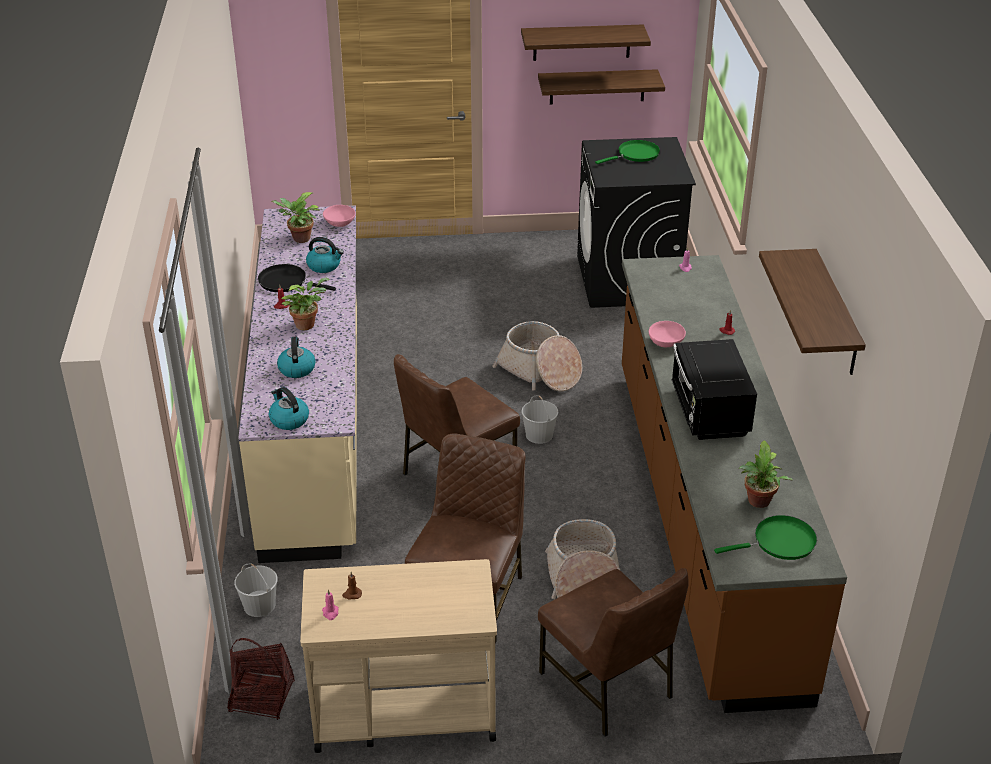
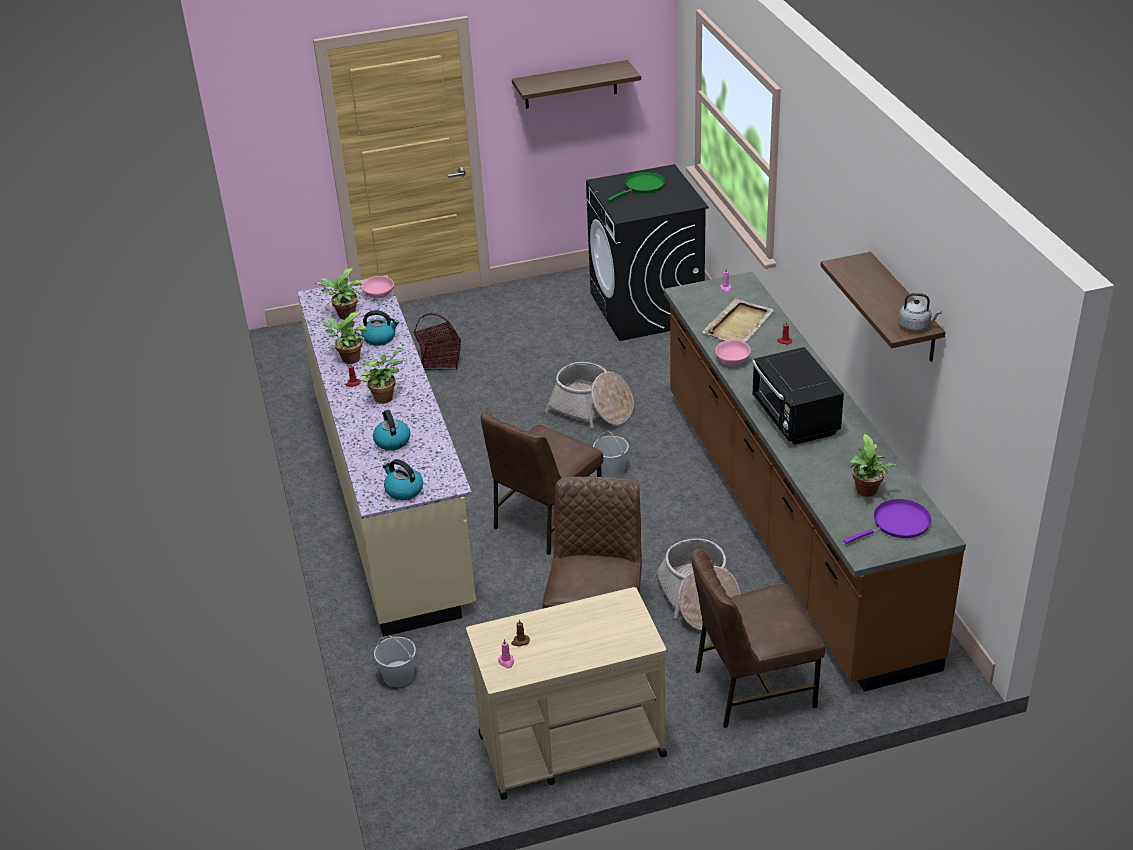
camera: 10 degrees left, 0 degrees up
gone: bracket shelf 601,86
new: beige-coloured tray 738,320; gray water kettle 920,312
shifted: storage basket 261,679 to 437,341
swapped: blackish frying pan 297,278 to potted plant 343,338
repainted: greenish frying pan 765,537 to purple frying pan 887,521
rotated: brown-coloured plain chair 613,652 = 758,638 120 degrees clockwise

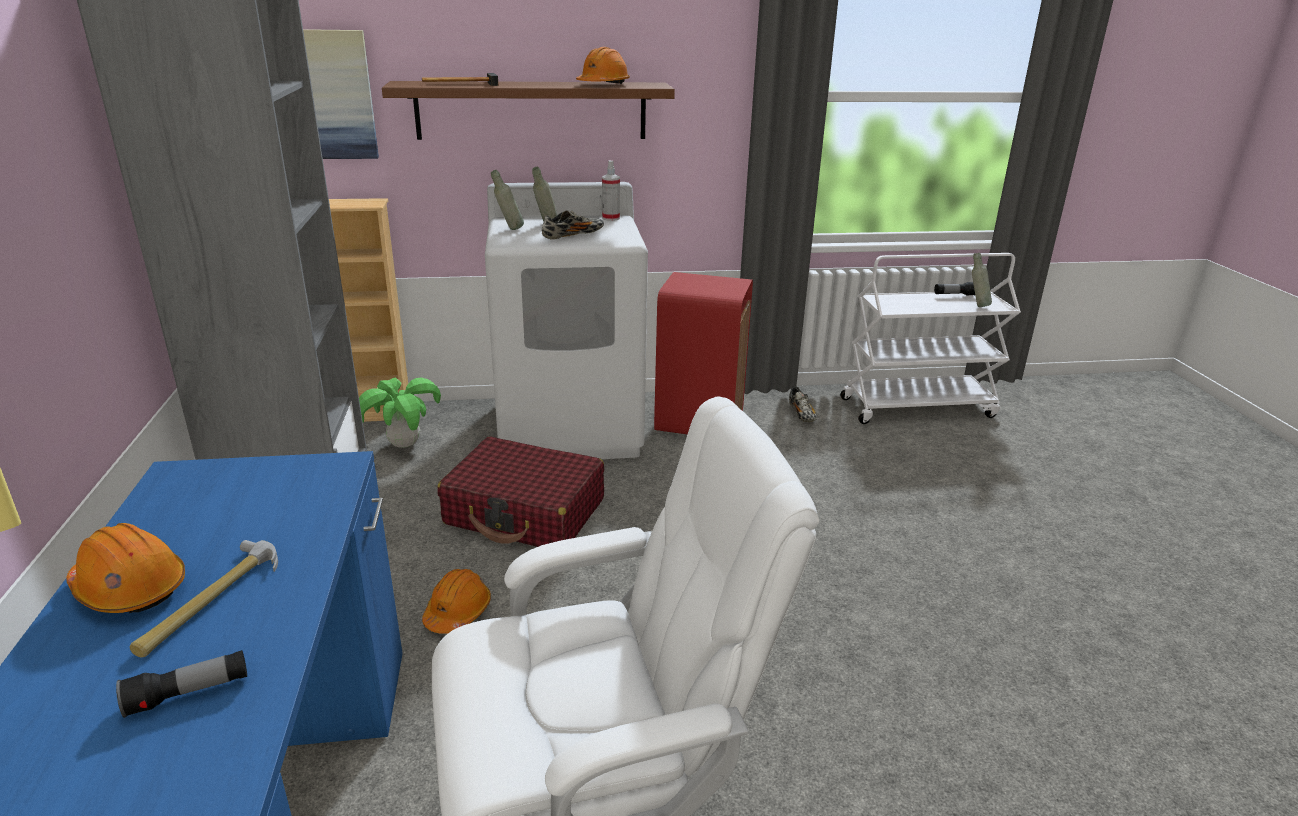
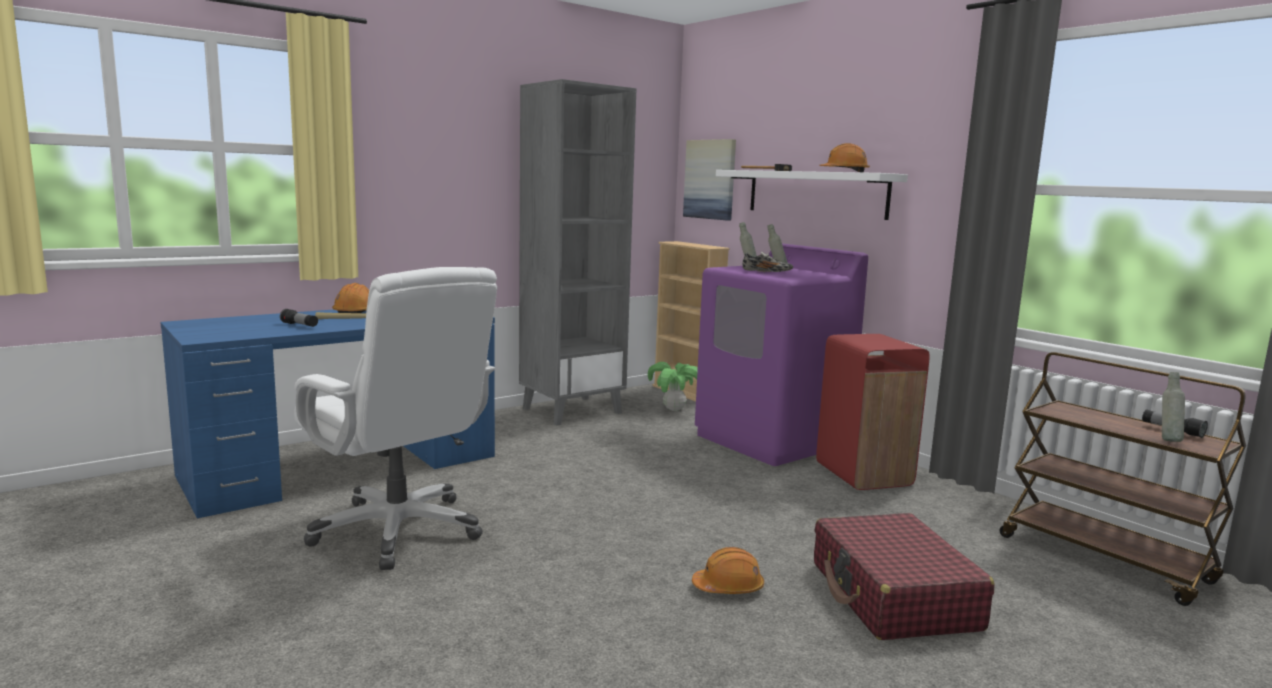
camera: 60 degrees right, 15 degrees down
gone: hand sprayer 611,191; shoe 803,404
shifted: orange-coloured hard hat 456,601 to 728,570; red travel case 520,492 to 904,576
repainted: brown-coloured bracket shelf 528,110 to white bracket shelf 812,195; white laundry appliance 566,320 to purple laundry appliance 781,354; white cart 930,338 to brown-coloured cart 1123,479

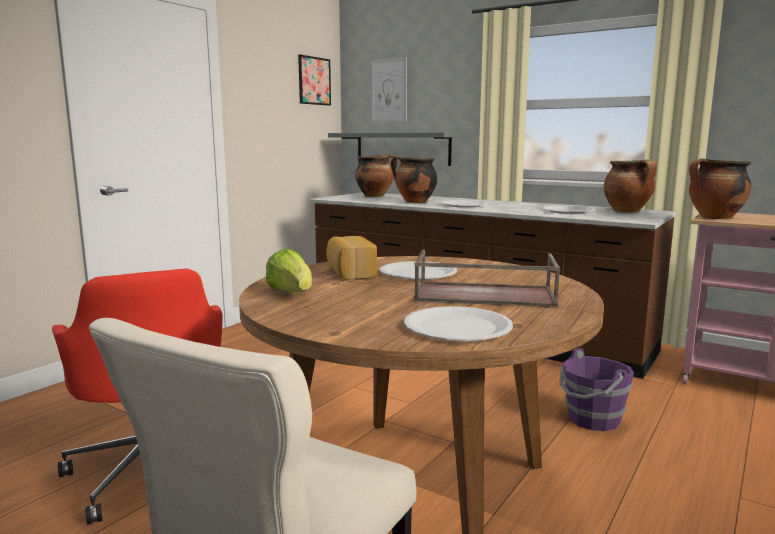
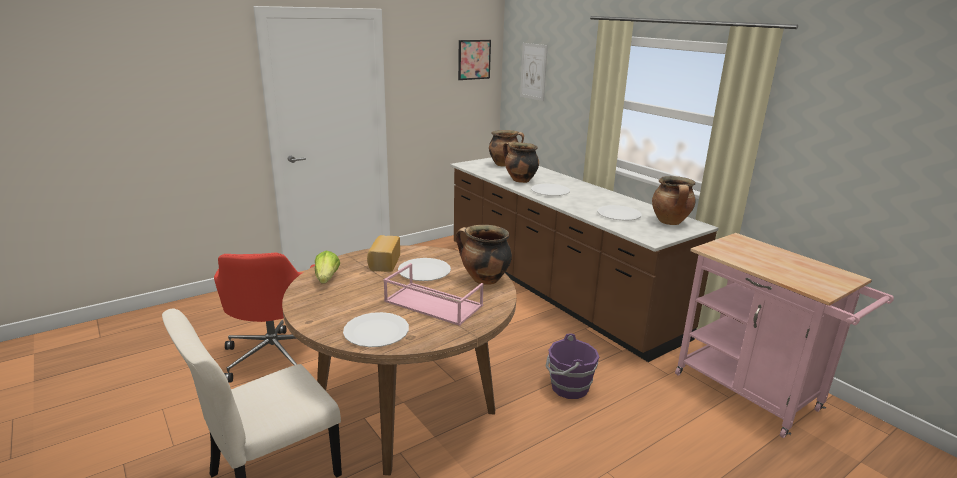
camera: 20 degrees right, 10 degrees up
gone: gray bracket shelf 395,149
shifted: stockpot 720,188 to 484,255
repainted: brown-coloured tray 487,278 to pinkish tray 433,294

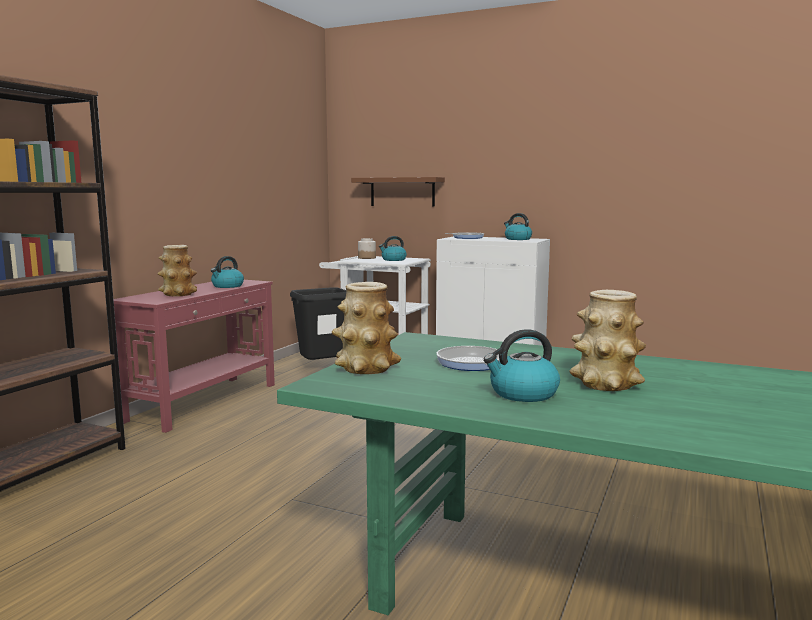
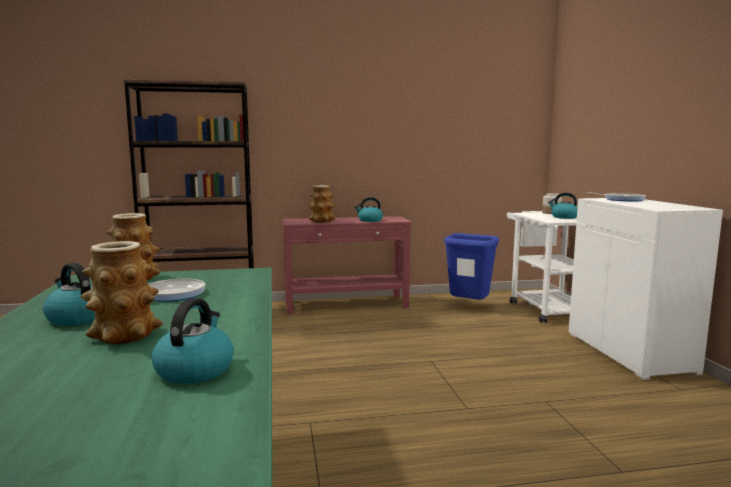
camera: 55 degrees right, 0 degrees up
gone: brown-coloured bracket shelf 398,191
shifted: water kettle 518,226 to 192,341
repainted: blackish waste bin 318,323 to blue waste bin 471,266

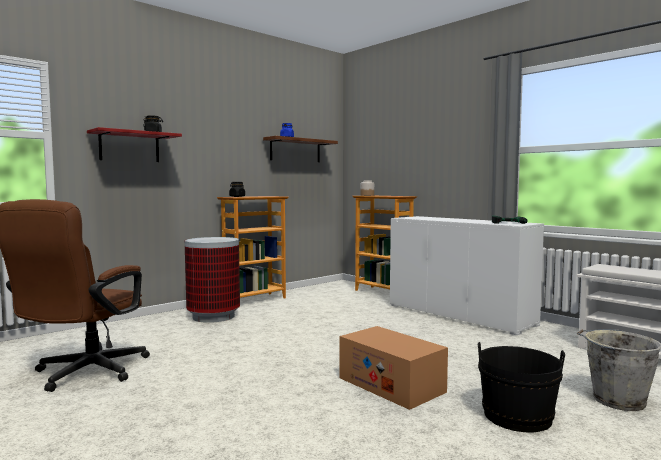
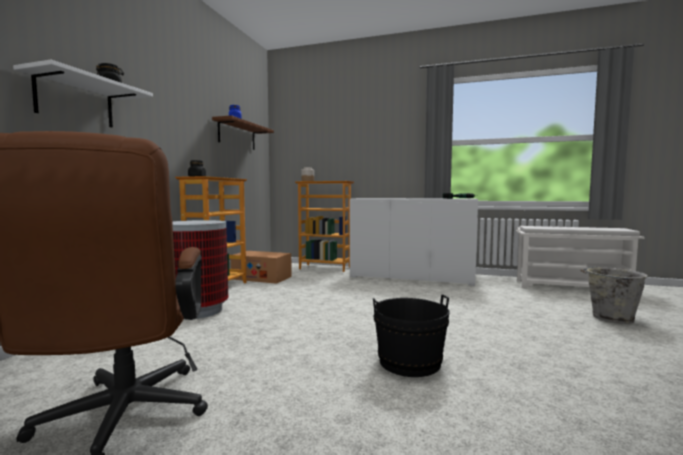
camera: 30 degrees left, 0 degrees up
shifted: carton 394,368 to 261,267; blackish bucket 521,387 to 411,335
repainted: red bracket shelf 134,144 to white bracket shelf 83,94

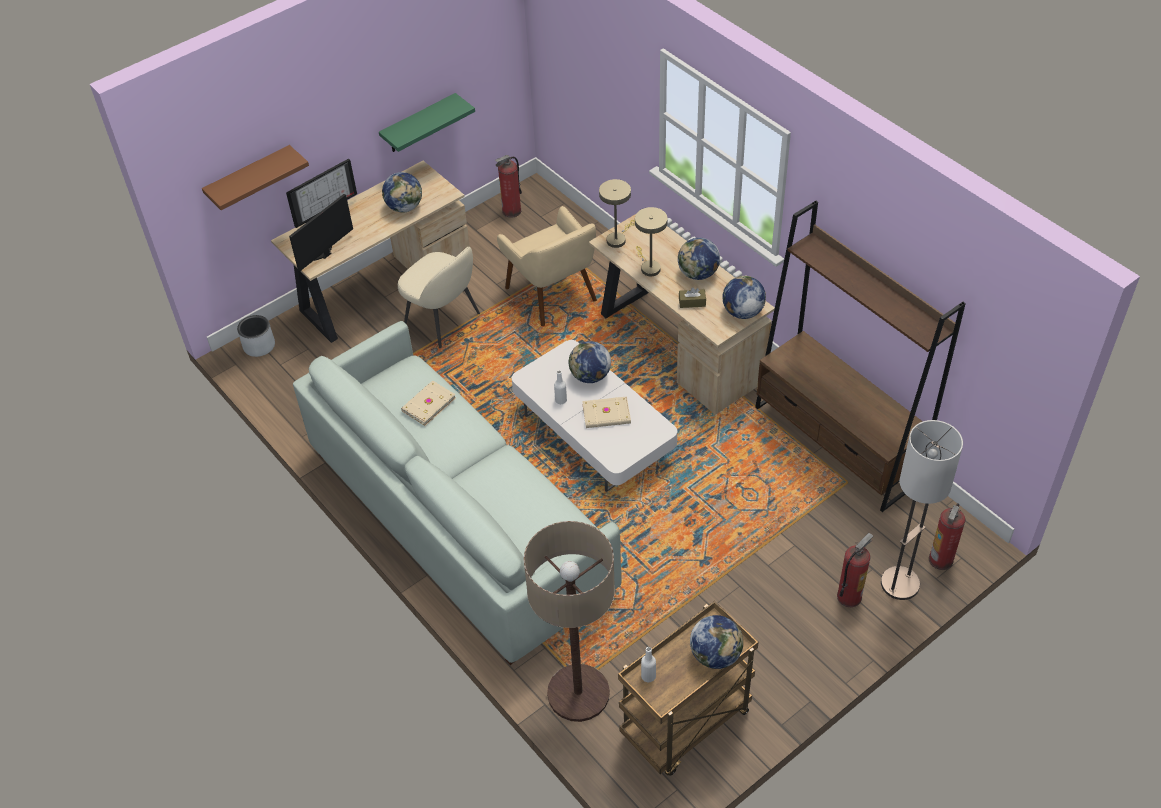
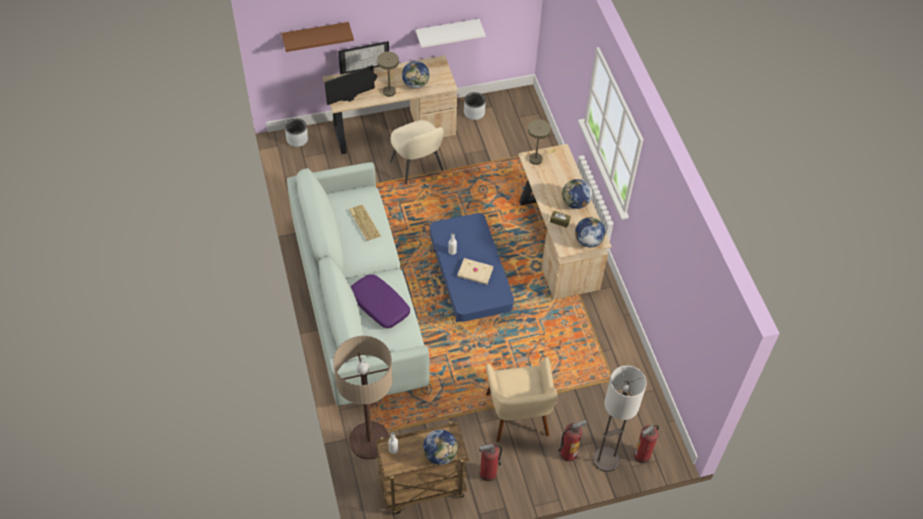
camera: 20 degrees right, 5 degrees up
gone: desk globe 589,362; brown-coloured bookshelf 860,356
new: purple throw pillow 380,301; gray flower pot 475,106
shifted: extinguisher 508,186 to 490,462; beige-coloured lounge chair 547,266 to 522,399; beige-coloured tabletop lamp 651,241 to 388,74
swapped: beige-coloured book 428,403 to computer keyboard 365,223
repainted: greenish bracket shelf 427,122 to white bracket shelf 451,33; white low table 594,416 to blue low table 472,267

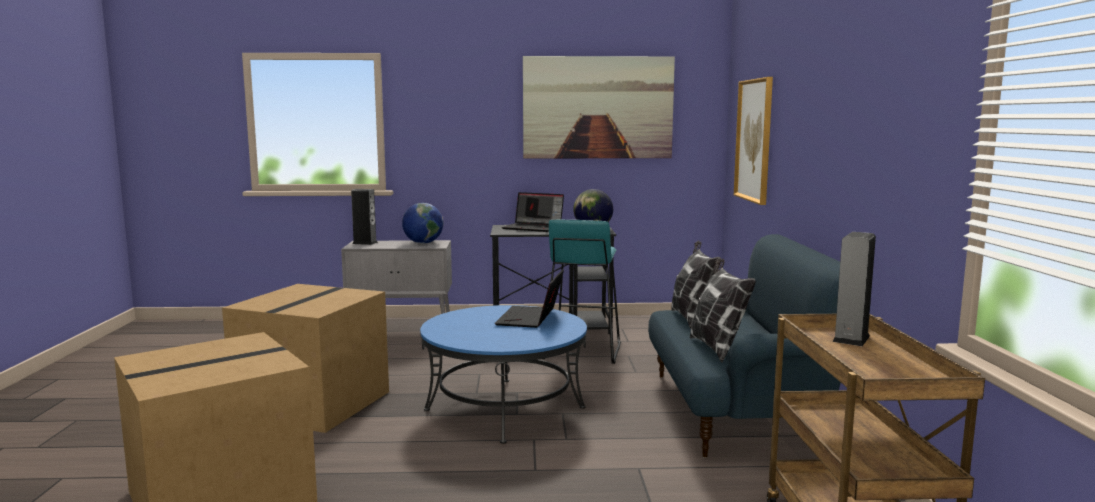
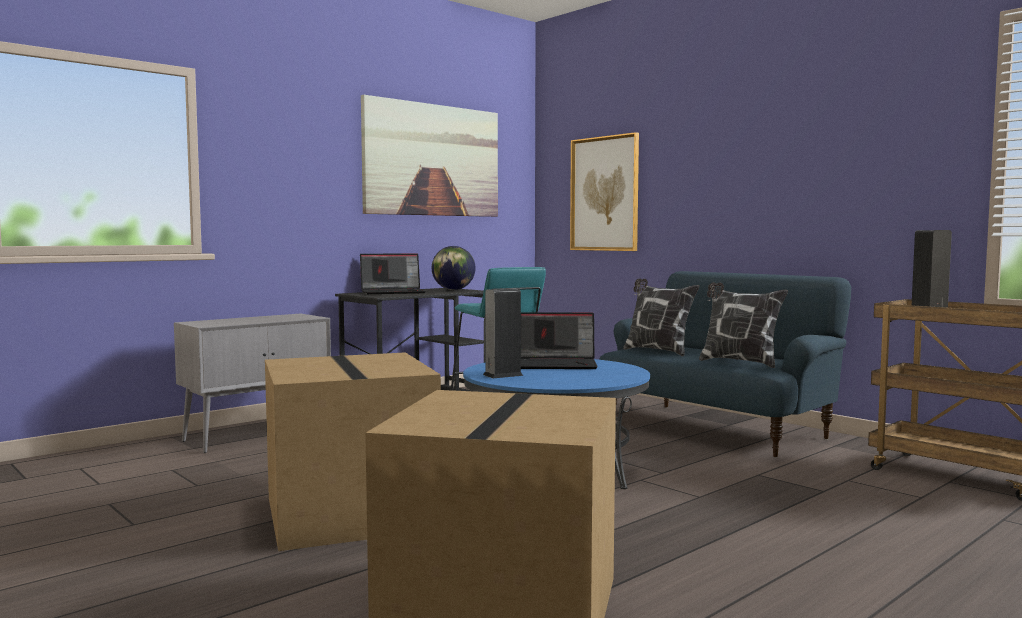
camera: 40 degrees left, 5 degrees down
gone: desk globe 422,223
shifted: audio speaker 364,217 to 503,333
rotated: portable computer 529,298 = 559,340 60 degrees counterclockwise

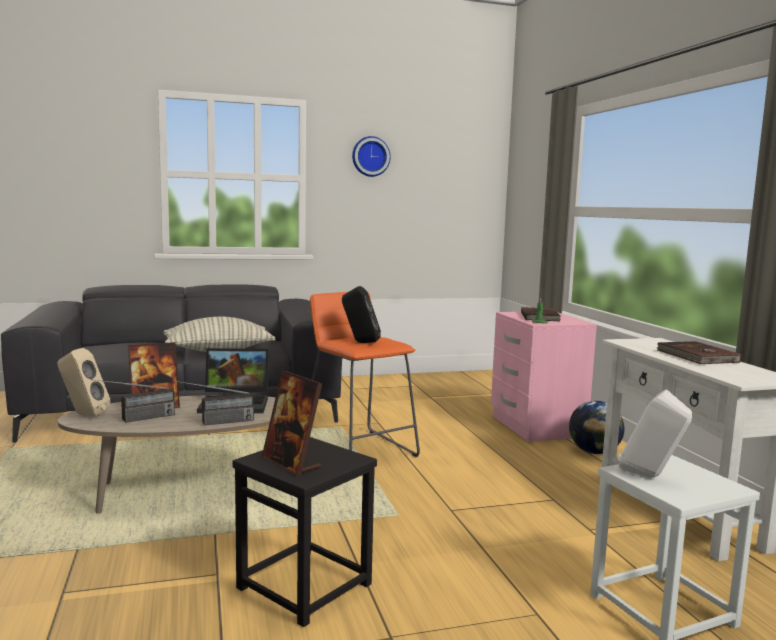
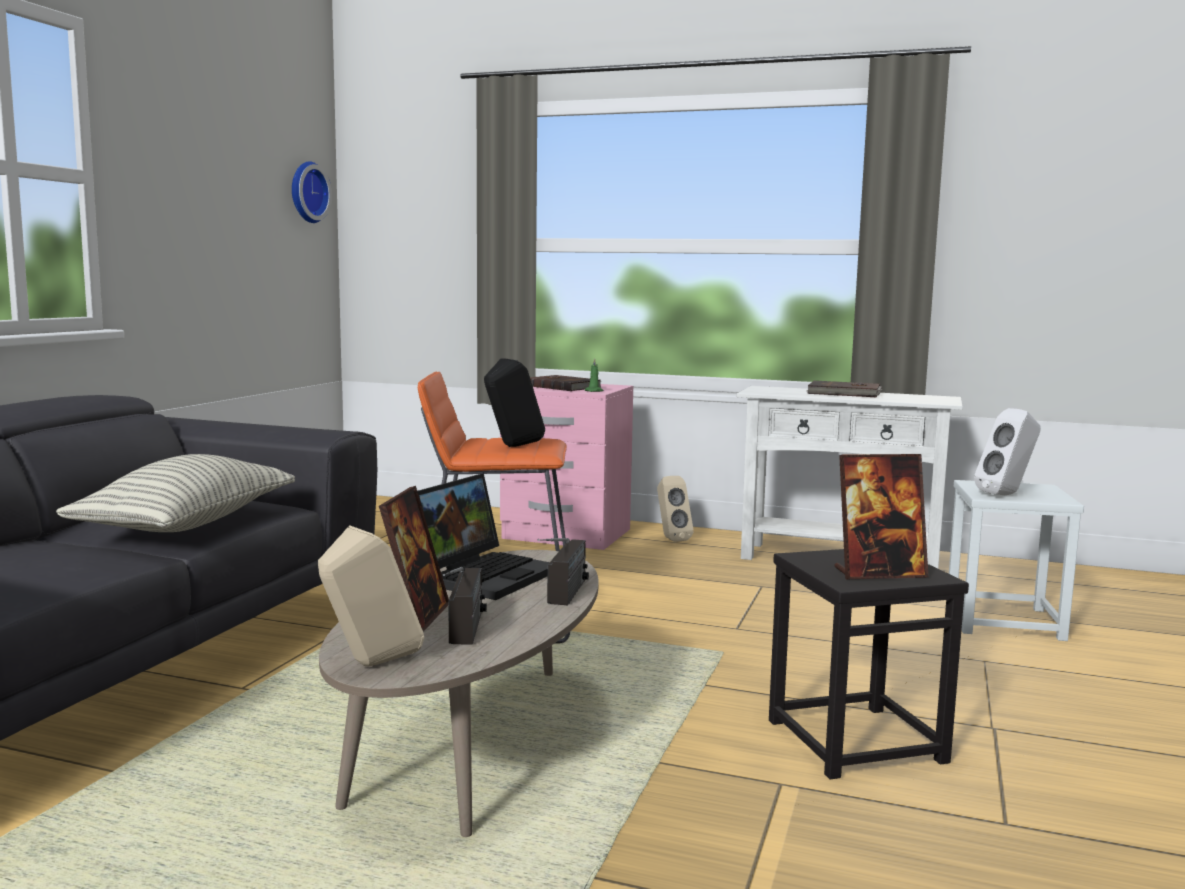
camera: 55 degrees left, 0 degrees up
shifted: wall clock 371,156 to 312,192
swapped: desk globe 597,427 to beige-coloured audio speaker 675,509

